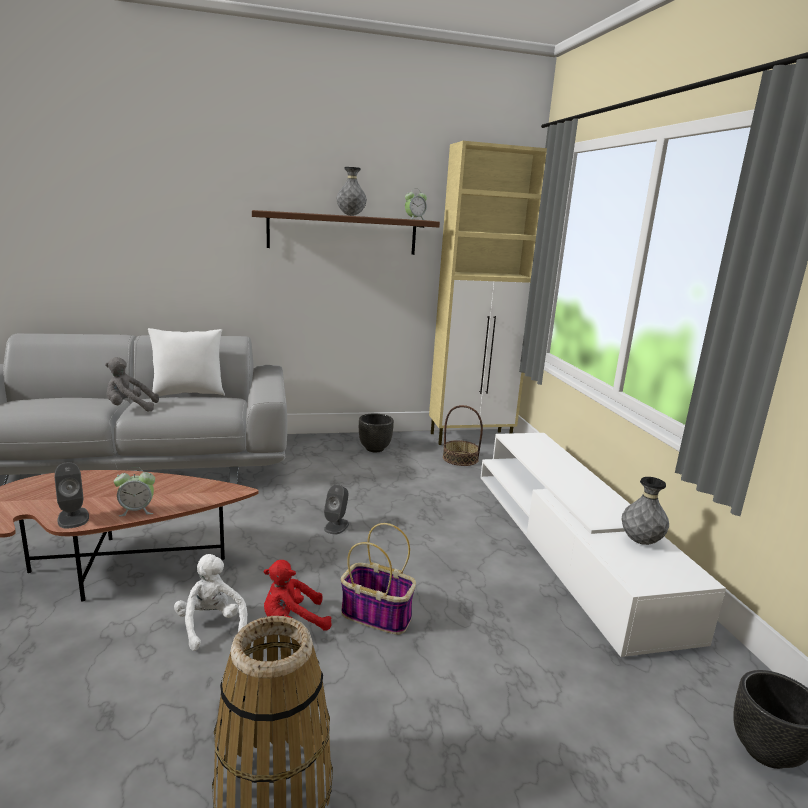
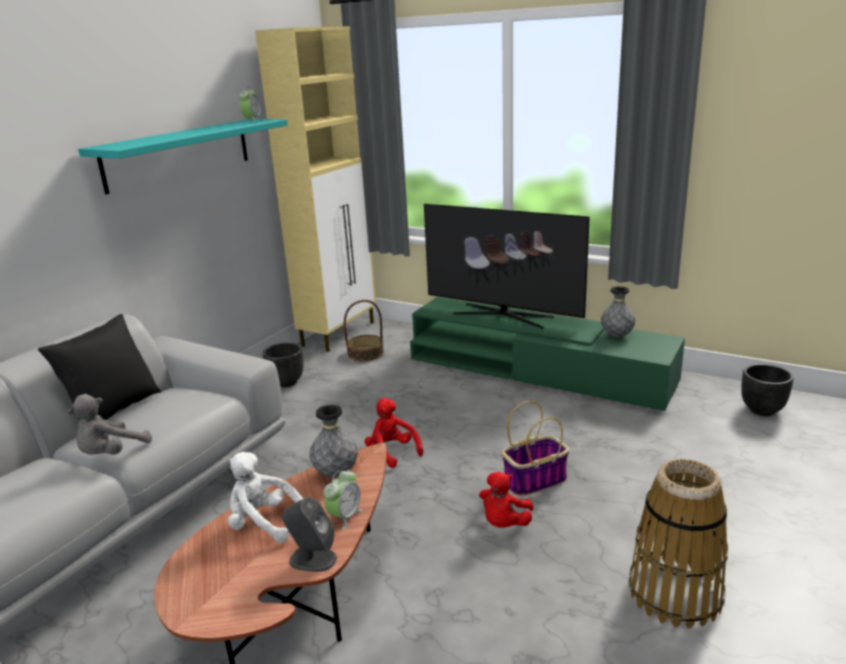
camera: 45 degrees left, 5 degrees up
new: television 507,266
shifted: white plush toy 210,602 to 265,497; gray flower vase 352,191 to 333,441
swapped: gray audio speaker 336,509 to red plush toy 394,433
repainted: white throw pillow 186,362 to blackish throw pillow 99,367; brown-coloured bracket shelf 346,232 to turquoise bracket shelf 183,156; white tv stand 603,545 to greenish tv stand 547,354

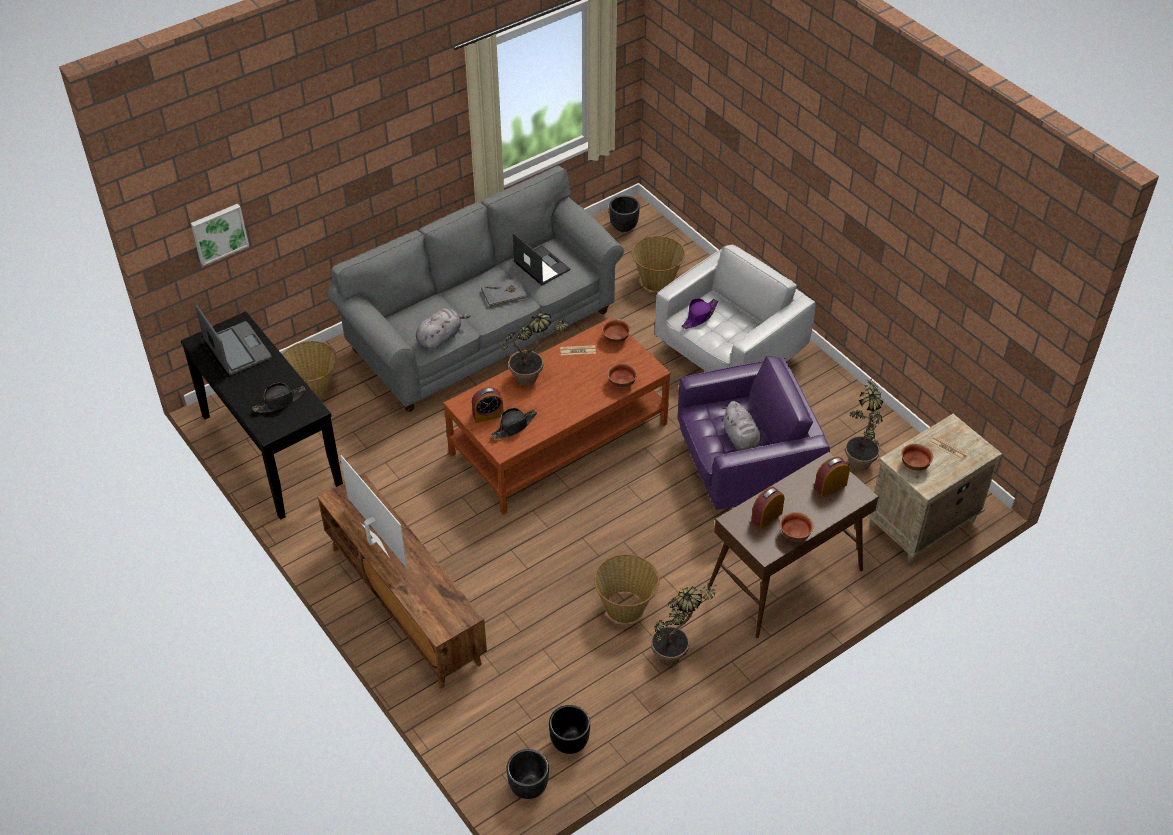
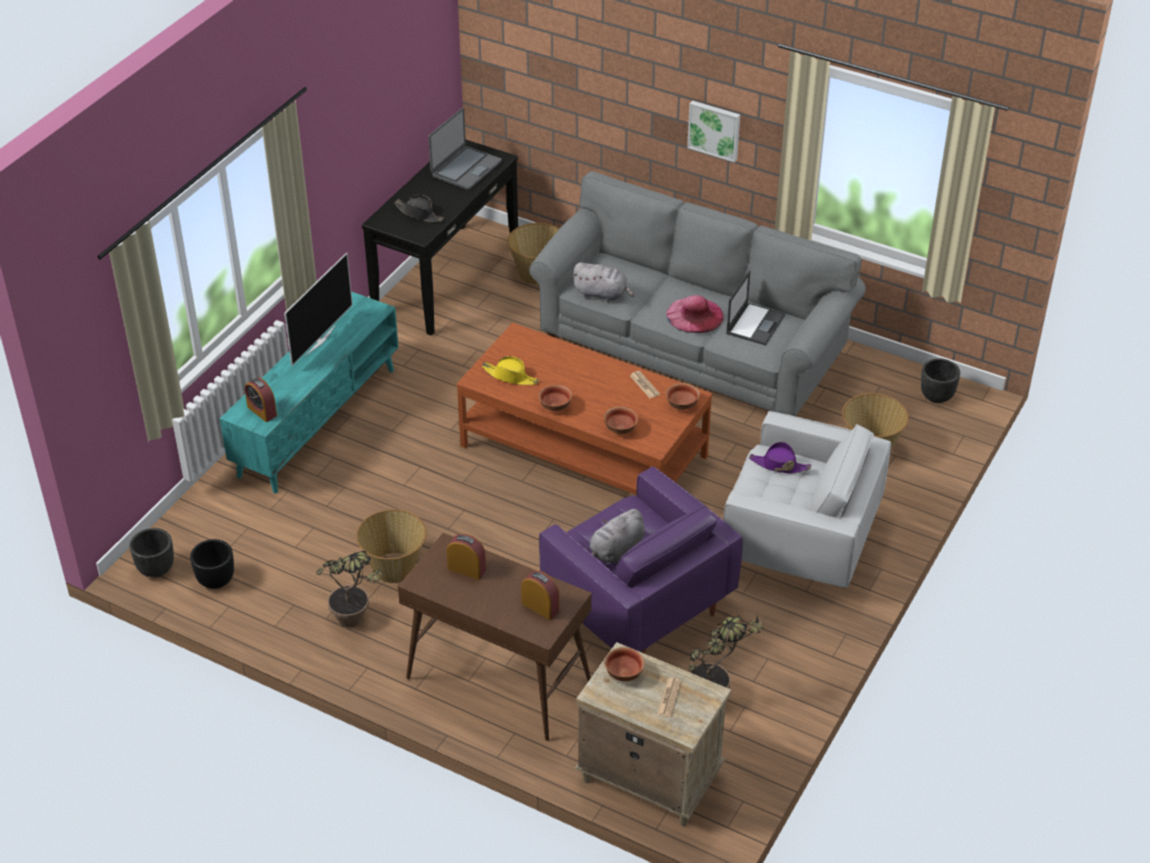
camera: 65 degrees right, 5 degrees down
gone: potted plant 535,349
shifted: wall picture 220,235 to 713,131; alarm clock 488,405 to 261,400; deep dish 796,527 to 555,398
swapped: gray book 504,293 to pinkish wearable hat 695,314
repainted: brown-coloured tv stand 402,581 to turquoise tv stand 309,392; blackish wearable hat 514,423 to yellow wearable hat 510,370

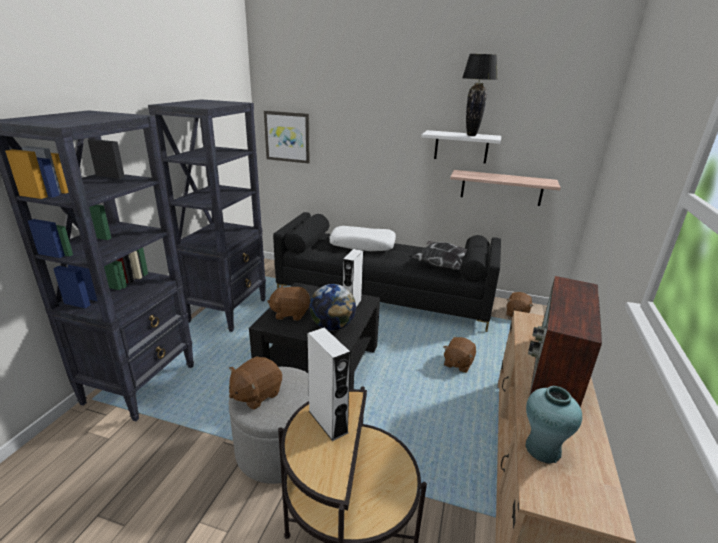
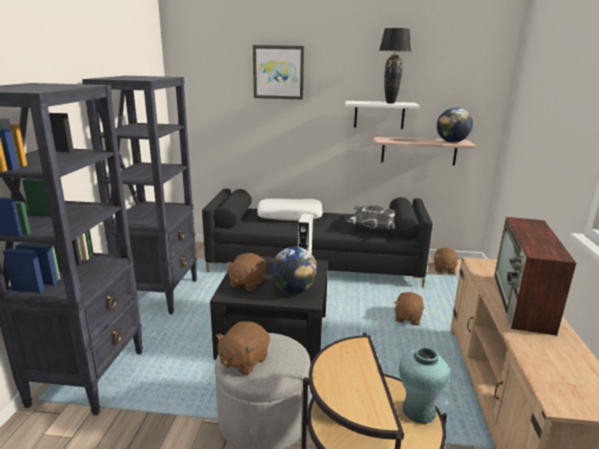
camera: 10 degrees left, 5 degrees down
gone: white audio speaker 329,384
new: desk globe 455,125
shifted: wall picture 287,137 to 278,72; turquoise flower vase 553,425 to 424,385
rotated: brown-coloured plush toy 288,303 = 246,272 60 degrees counterclockwise

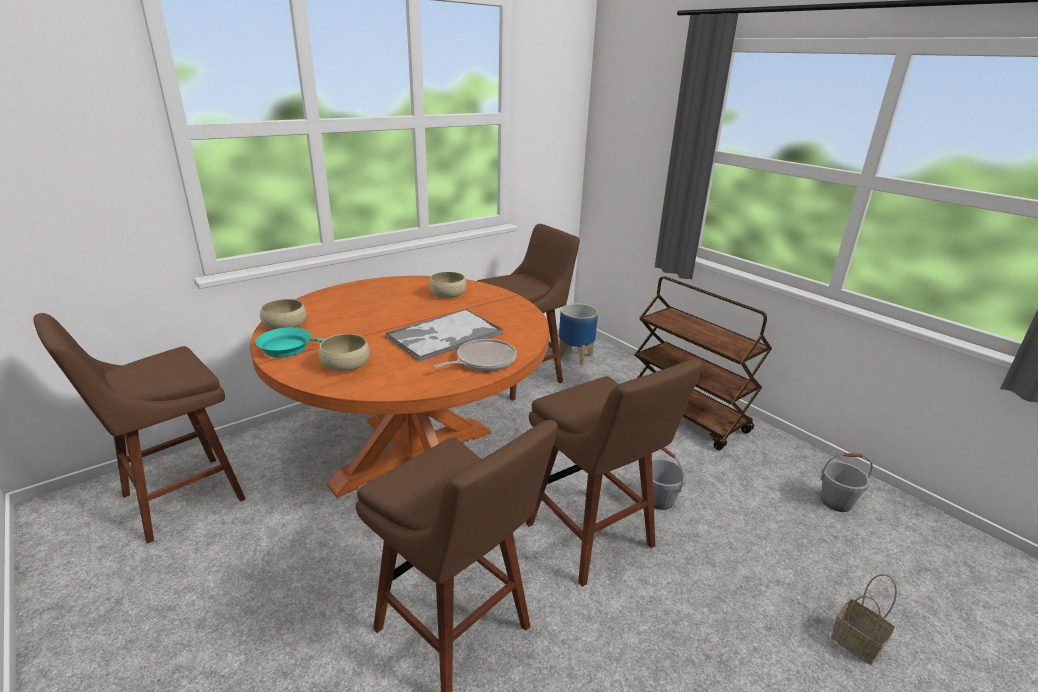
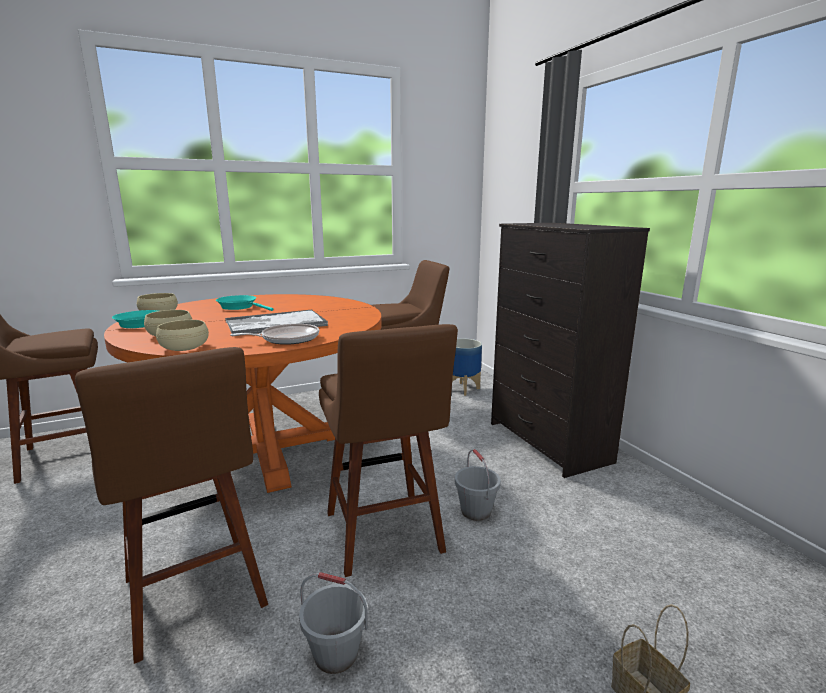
camera: 15 degrees right, 10 degrees down
new: turquoise frying pan 244,303
shifted: beige-coloured deep dish 448,285 to 182,335; gray bucket 846,482 to 333,623
swapped: brown-coloured cart 703,363 to blackish dresser 570,350

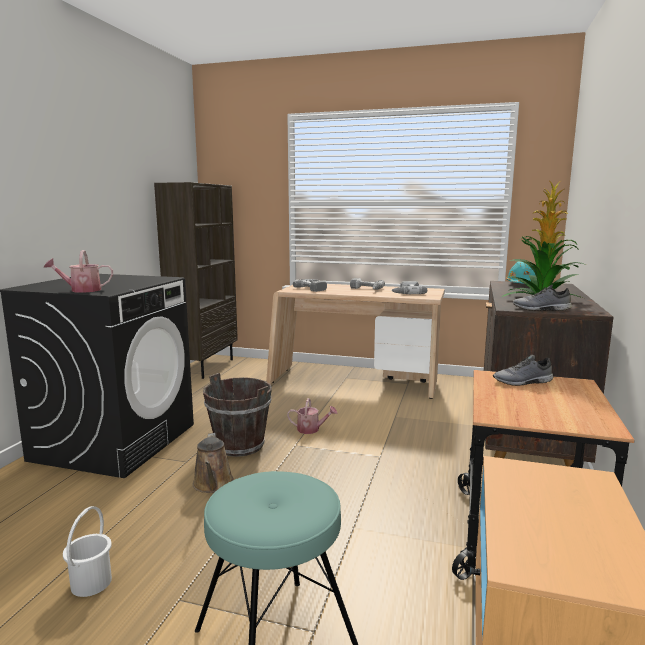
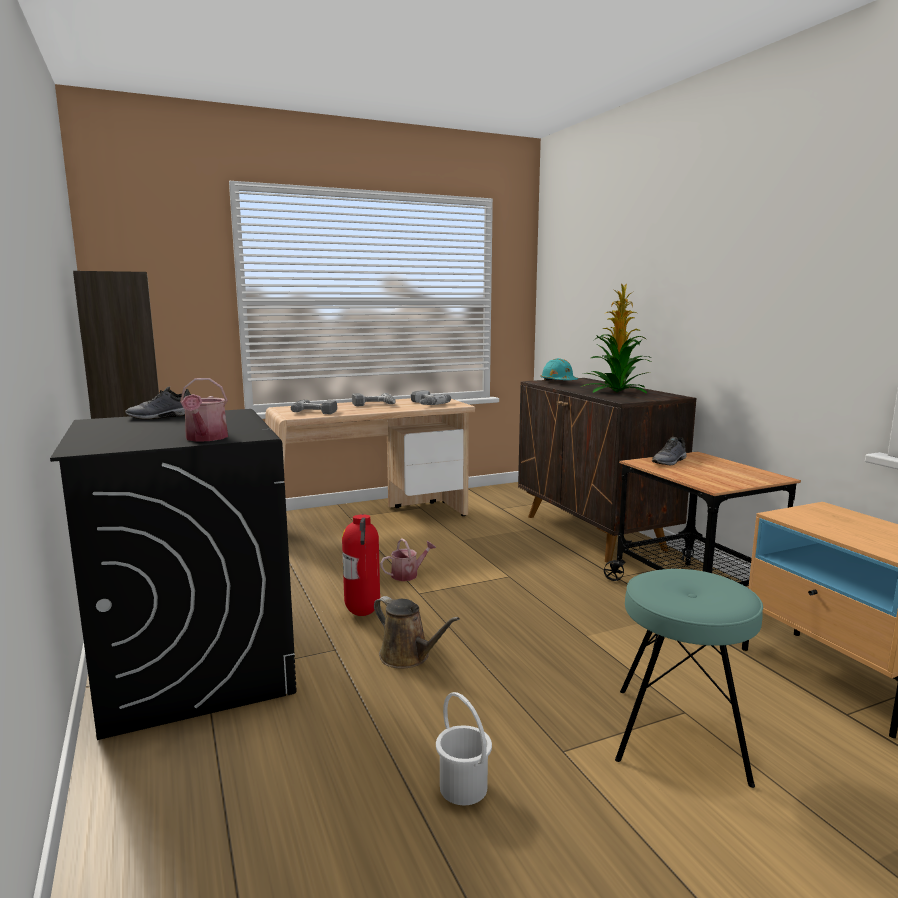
camera: 40 degrees left, 0 degrees up
shifted: gray shoe 542,298 to 158,403
swapped: brown-coloured bucket 237,415 to extinguisher 361,565
rotated: sprinkling can 78,271 = 204,410 45 degrees counterclockwise

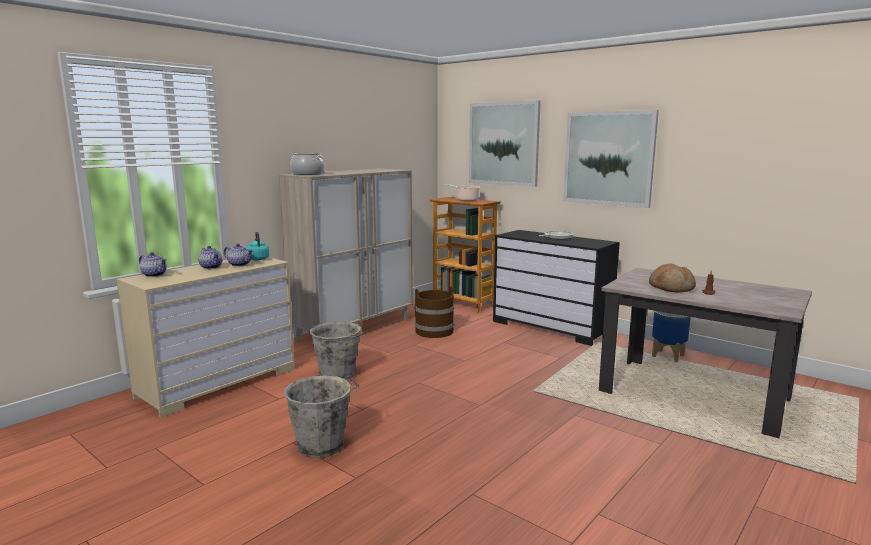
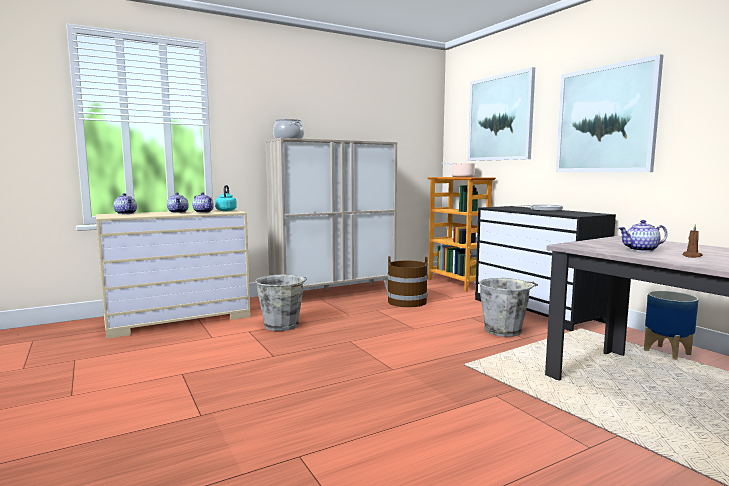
camera: 20 degrees right, 5 degrees down
shifted: gray bucket 321,416 to 508,307
swapped: bread 672,278 to pot for tea 643,236

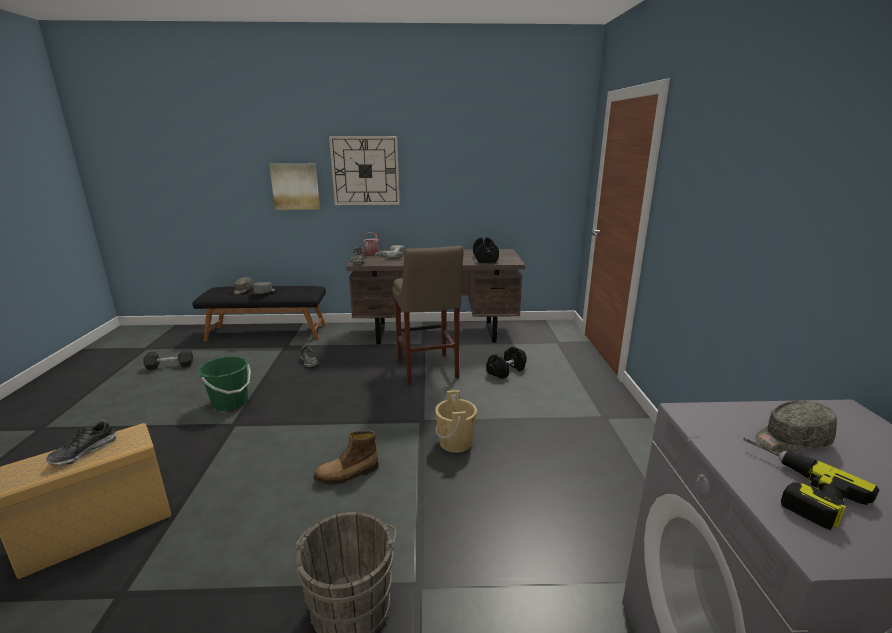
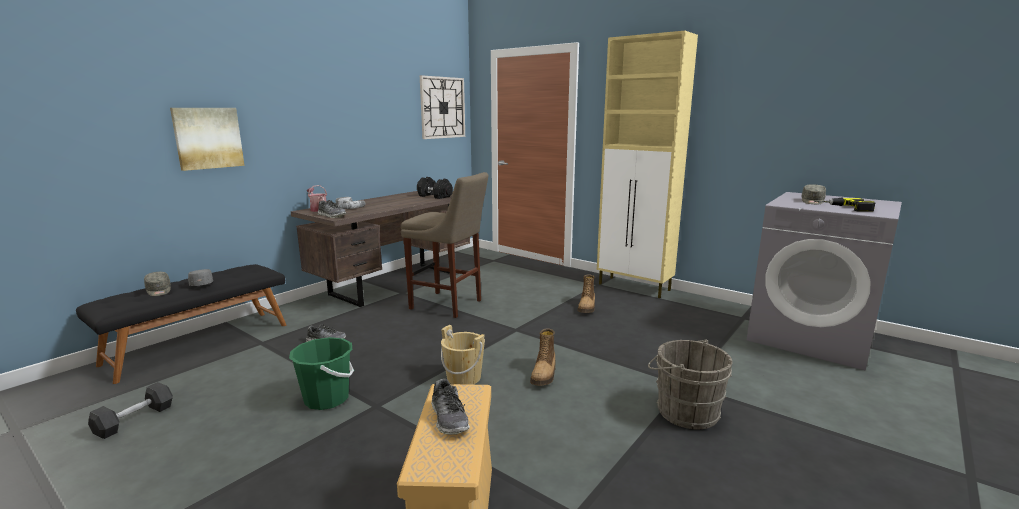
camera: 50 degrees left, 5 degrees down
gone: blackish hand weight 506,363
new: tall boot 586,294; beige-coloured cabinet 647,164
shifted: wall clock 364,170 to 442,107; beige-coloured bucket 456,421 to 463,355

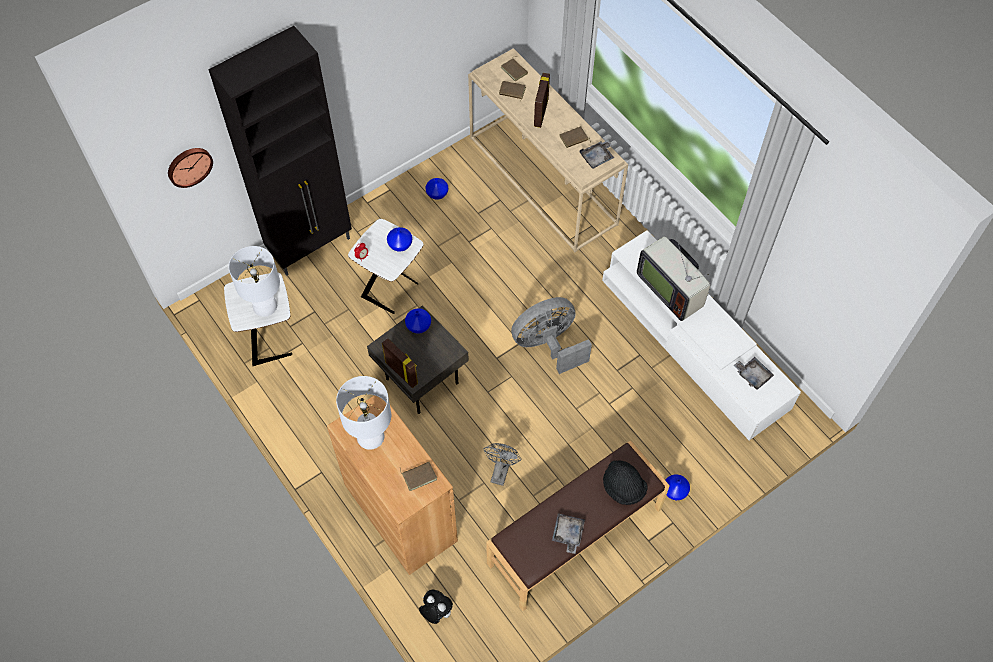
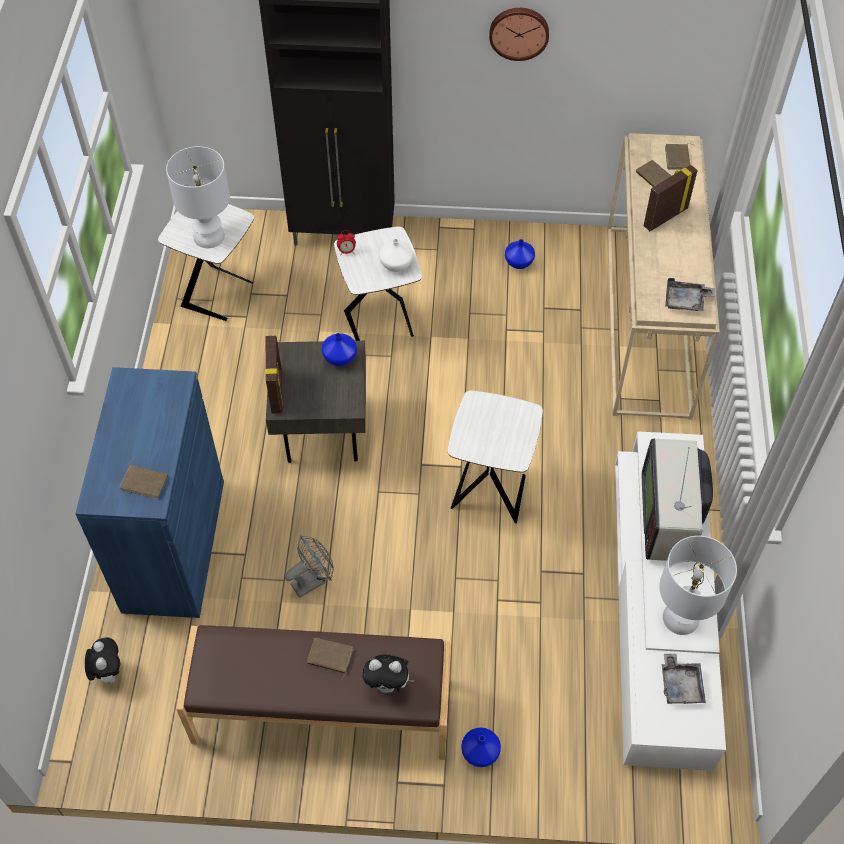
camera: 40 degrees right, 5 degrees down
gone: gray tray 568,533
shifted: wall clock 190,168 to 519,34; white tabletop lamp 363,413 to 698,585; brown-coloured book 575,137 to 330,658
swapped: gray fan 551,335 to white side table 495,456; blackish wearable hat 625,482 to plush toy 389,674
repainted: brown-coloured cabinet 392,485 to blue cabinet 149,492; blue flower vase 399,239 to white flower vase 396,255

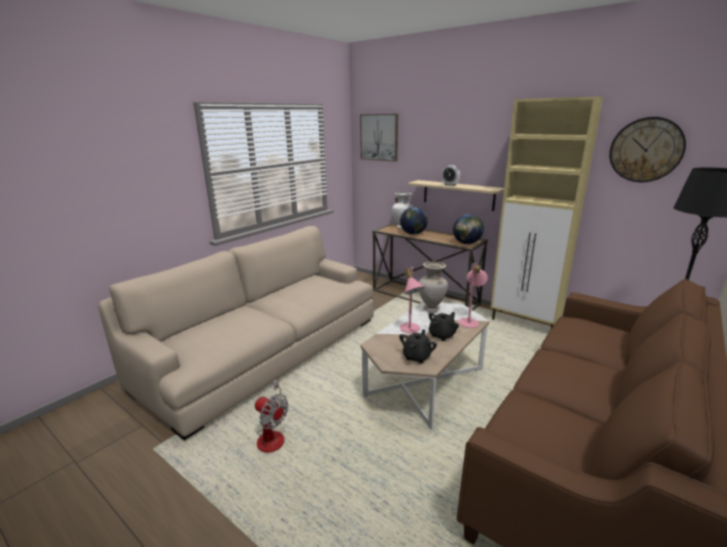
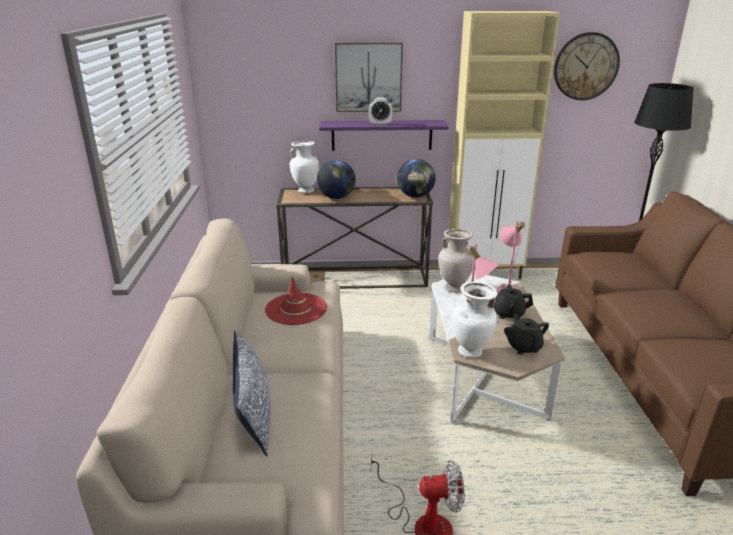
camera: 40 degrees left, 5 degrees up
new: throw pillow 251,392; red wearable hat 296,300; white flower vase 474,320
shifted: wall picture 379,138 to 369,77
repainted: beige-coloured bracket shelf 456,195 to purple bracket shelf 384,135
rotated: blackish pot for tea 444,326 = 513,301 90 degrees counterclockwise

